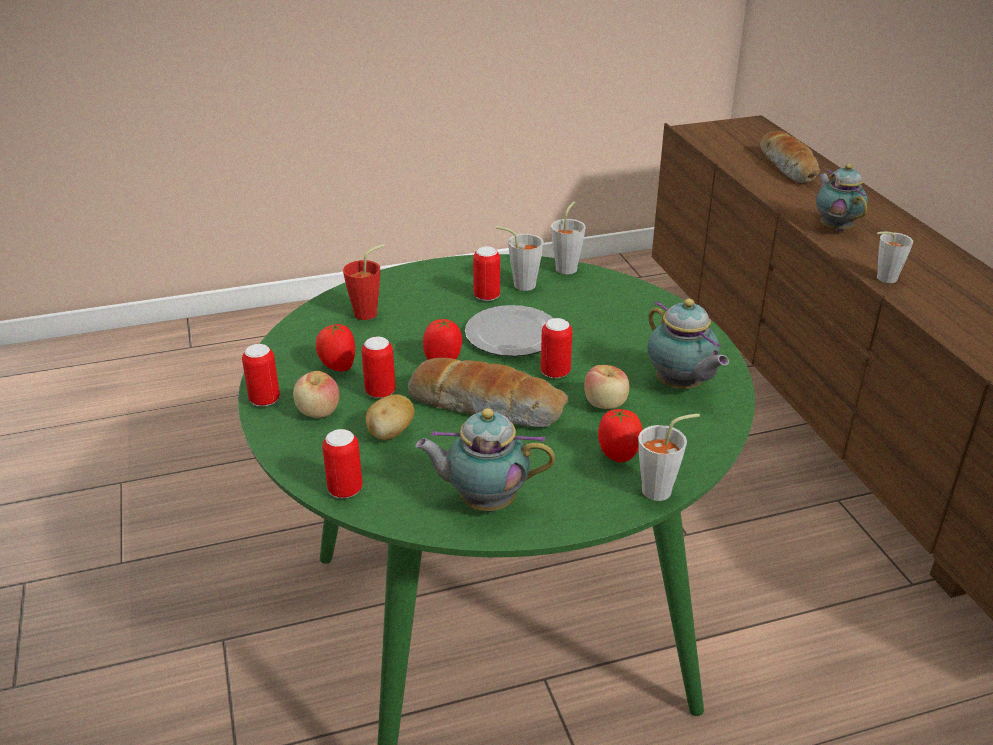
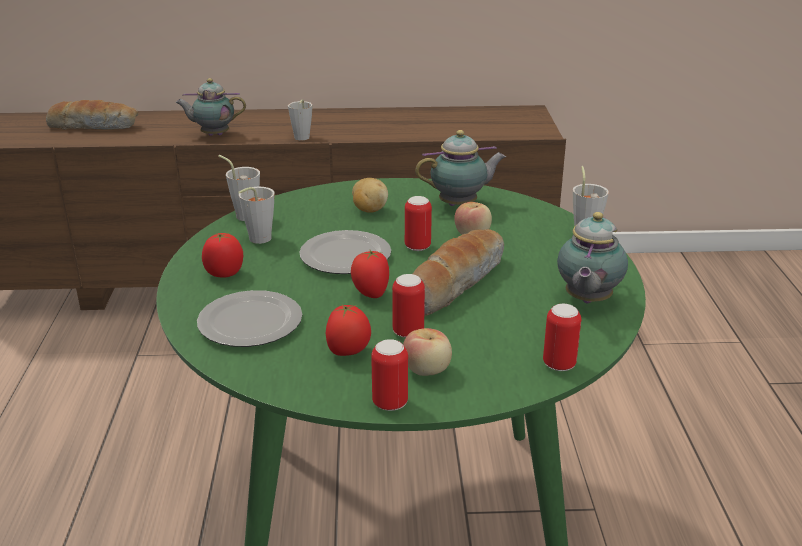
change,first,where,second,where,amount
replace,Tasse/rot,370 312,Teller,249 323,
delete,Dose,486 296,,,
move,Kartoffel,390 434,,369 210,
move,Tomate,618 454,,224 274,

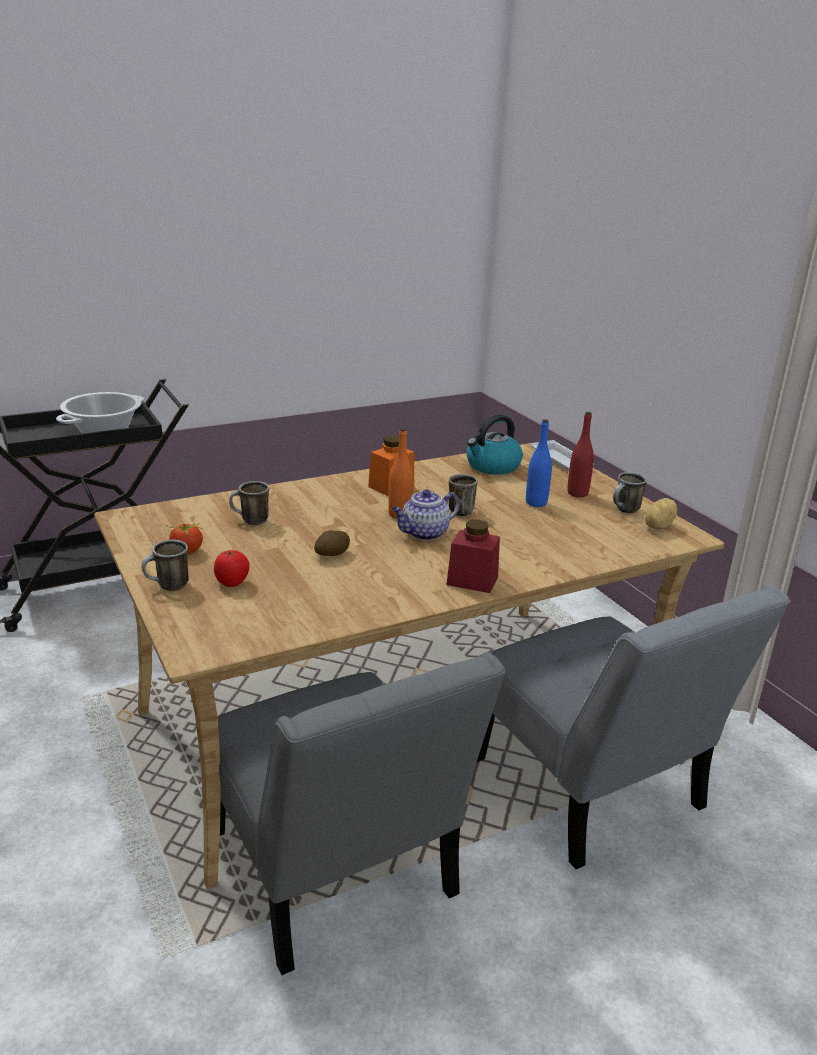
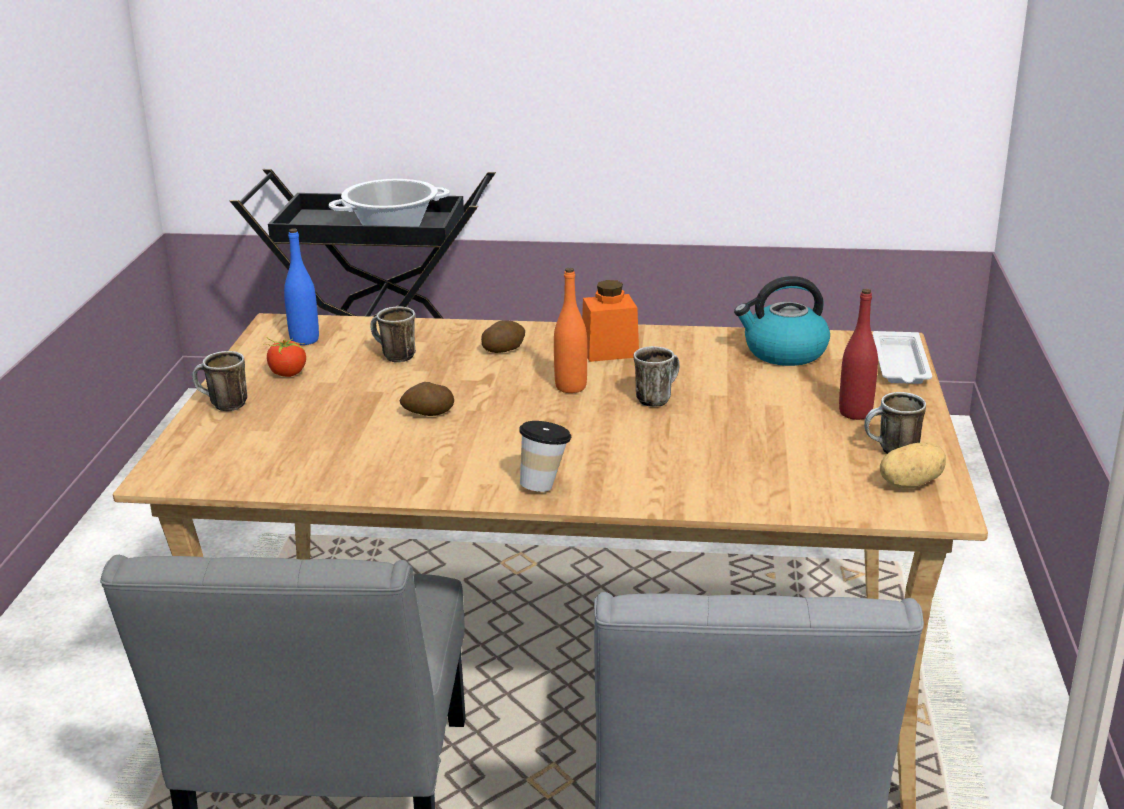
change,first,where,second,where,amount
move,Flasche/blau,536 503,,304 340,
delete,Teekanne,424 533,,,
replace,Vorratsglas/rot,472 580,Tasse,545 484,
delete,Tomate,232 583,,,
insert,,,Kartoffel,503 349,

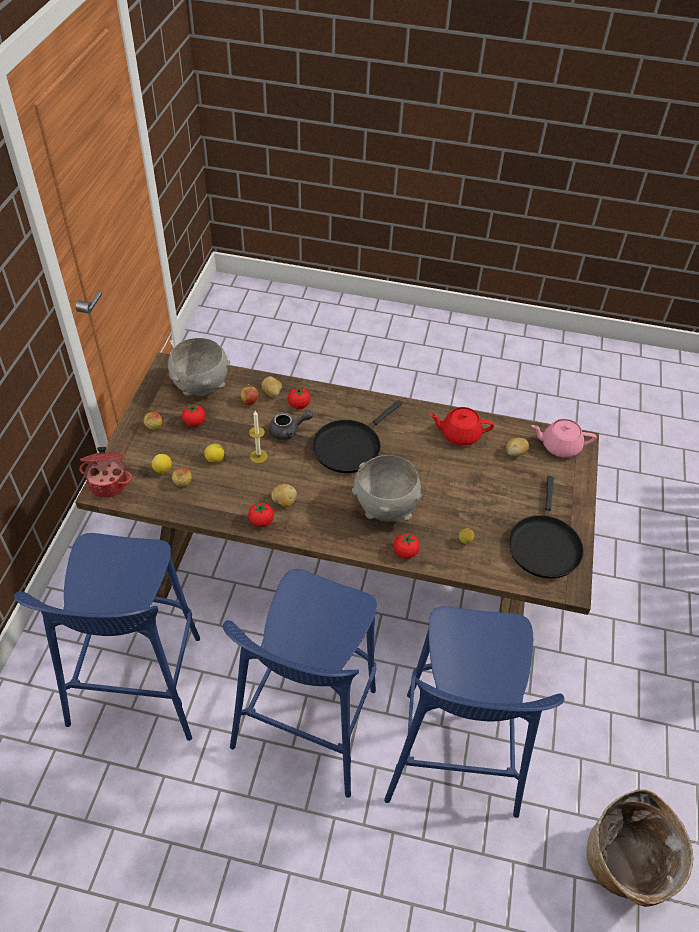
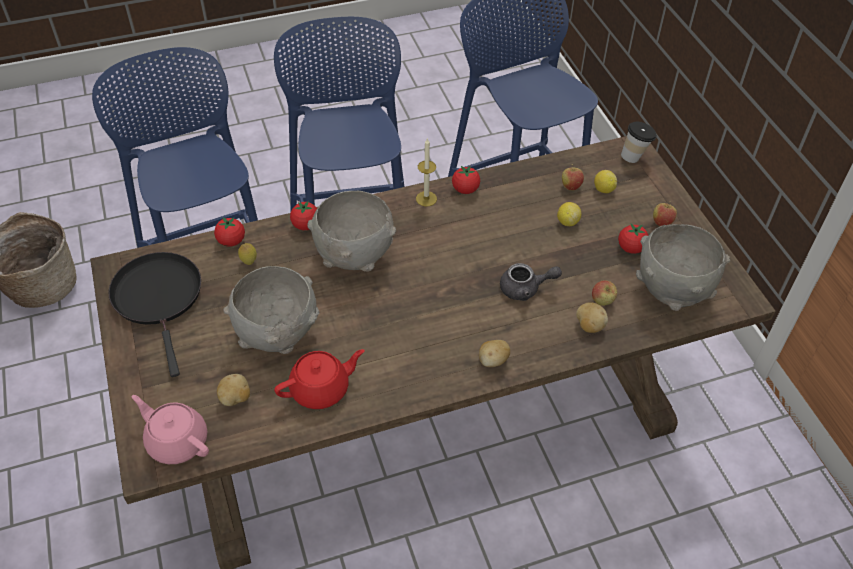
change,first,where,second,where,amount
move,Tomate,299 405,,231 241,
delete,Pfanne/schwarz,349 446,,,
rotate,Teekanne/grau,288 431,,525 289,135 degrees counterclockwise
move,Kerze,258 456,,426 199,
rotate,Teekanne/rosa,559 446,,177 441,120 degrees counterclockwise
replace,Kochtopf,109 483,Tasse,635 157,
move,Kartoffel,284 502,,493 361,
insert,,,Schüssel/grau,278 335,

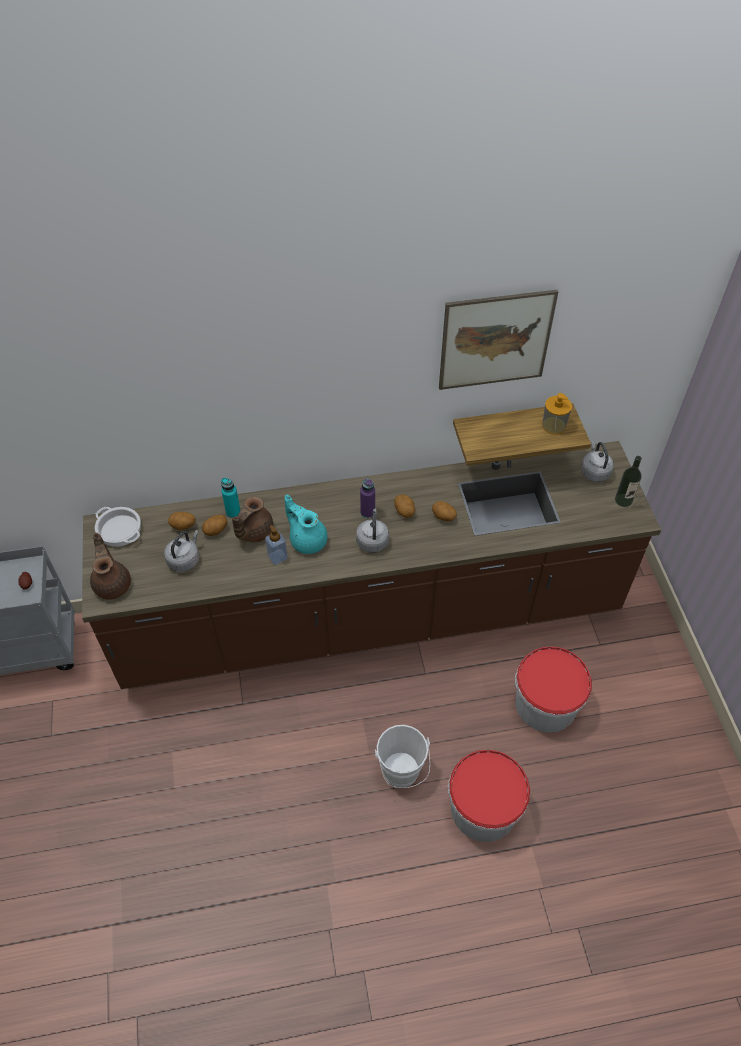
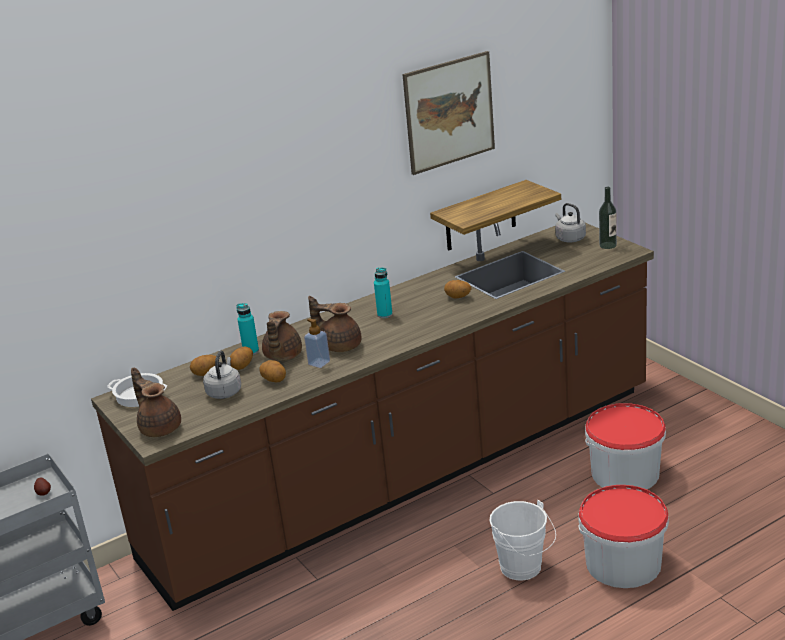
change,first,where,second,where,amount
delete,Seifenspender,553 426,,,
recolor,Flasche/lila,367 512,Flasche/türkis,384 314,
move,Kartoffel,404 511,,274 380,
recolor,Teekanne/türkis,307 540,Teekanne/braun,340 345,
delete,Wasserkessel/grau,372 540,,,

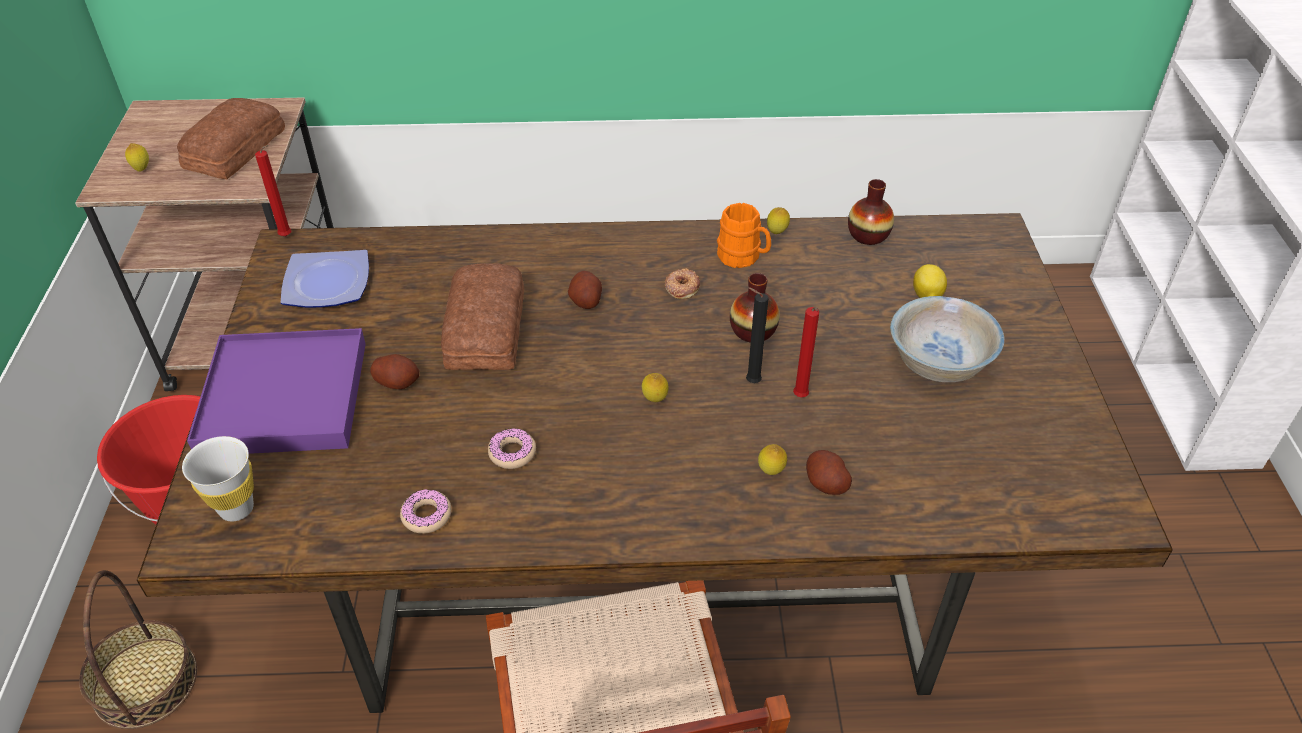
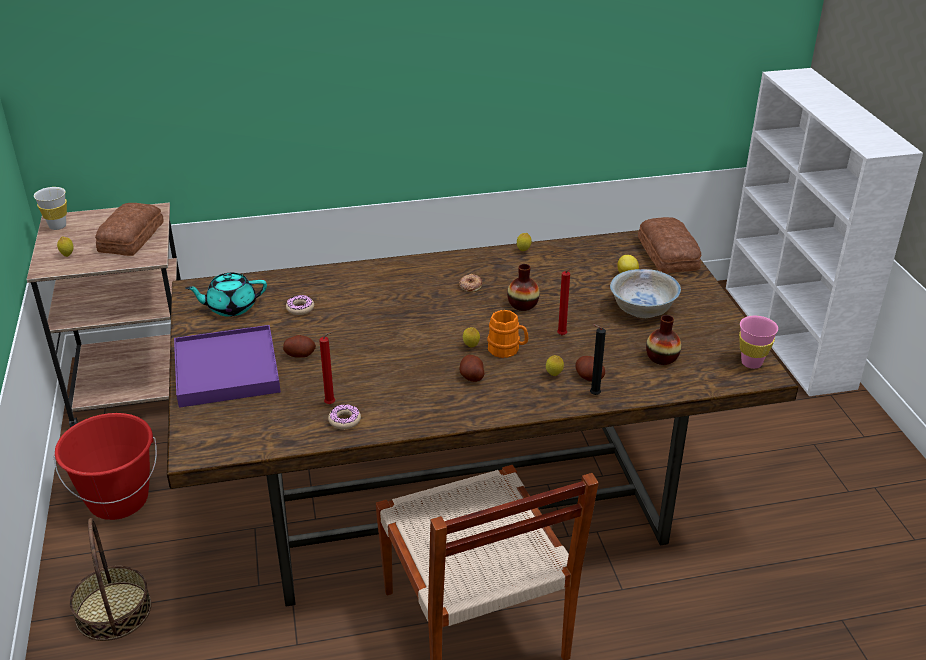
change,first,where,second,where,amount
move,Kerze/rot,288 236,,332 404,
move,Vase,868 235,,662 357,
move,Henkelbecher/orange,743 257,,507 350,
replace,Teller,325 285,Teekanne/türkis,230 307,
move,Brot,488 328,,669 253,
move,Kartoffel,585 300,,472 376,
move,Kerze/schwarz,750 382,,593 395,
move,Donut,512 453,,300 308,
move,Tasse/weiß,236 508,,57 226,
insert,,,Tasse/rosa,751 363,

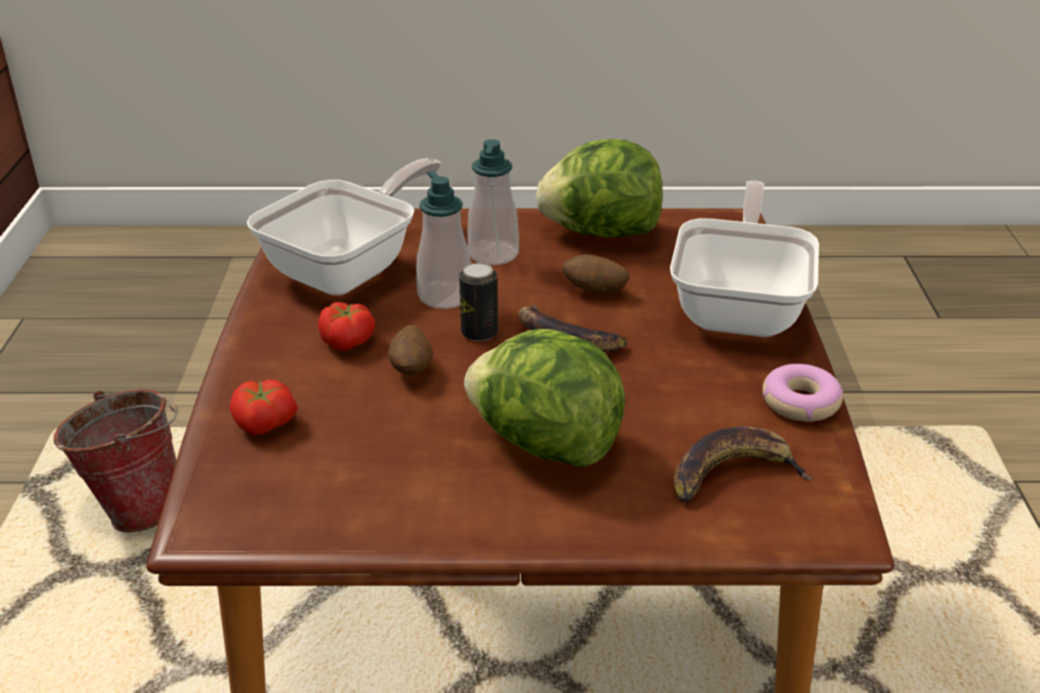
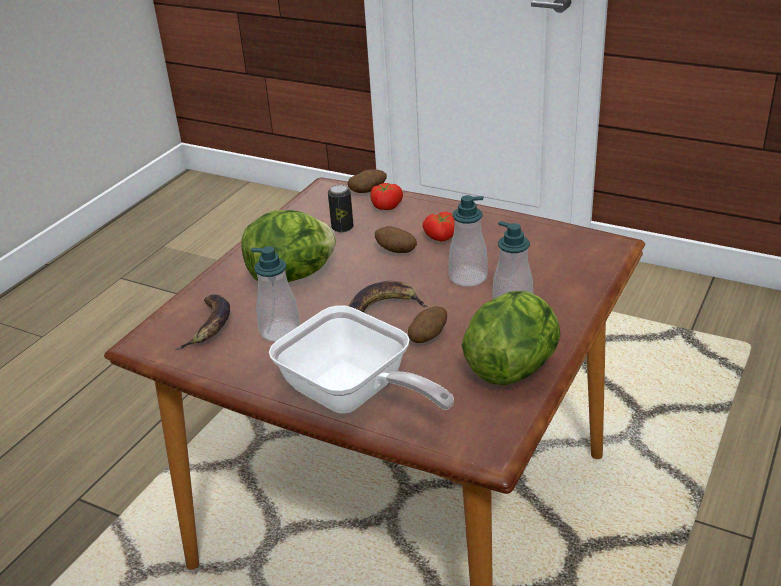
change,first,where,second,where,amount
delete,Pfanne,351 268,,,
move,Dose,479 333,,342 227,
delete,Donut,800 402,,,
delete,Eimer,138 506,,,
insert,,,Kartoffel,368 191,
insert,,,Seifenspender,280 331,

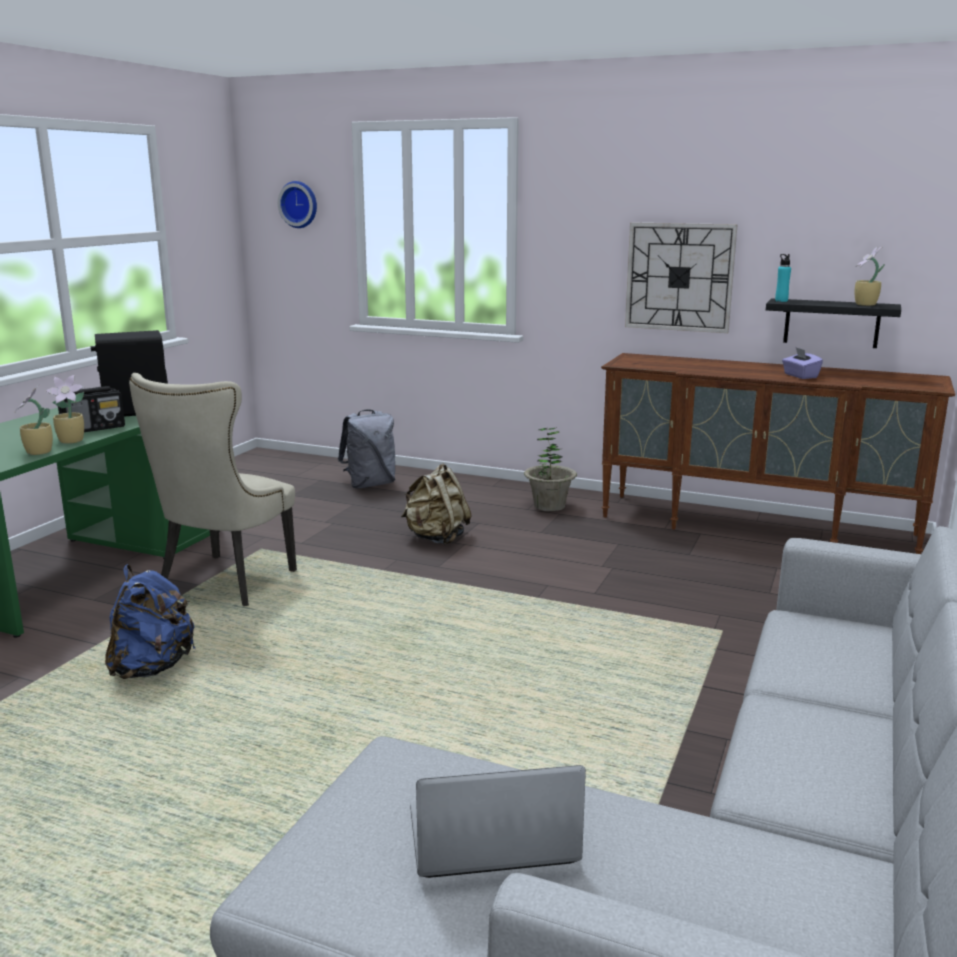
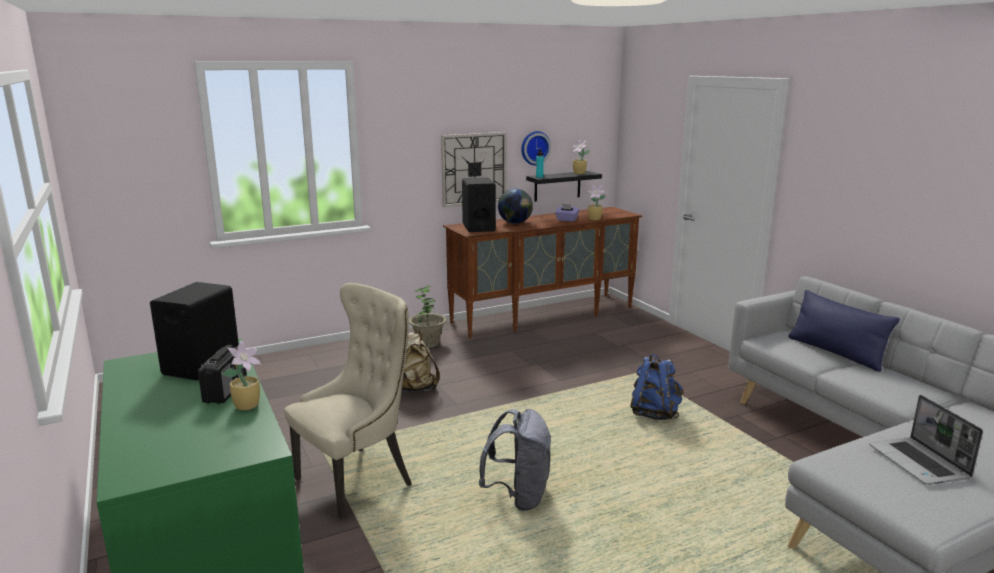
change,first,where,second,where,amount
move,Wanduhr,299 204,,534 148,
rotate,Stuhl/beige,226 582,,356 480,105 degrees counterclockwise
move,Topfpflanze,38 452,,595 219,
move,Rucksack/grau,370 484,,518 497,
move,Rucksack/blau,152 667,,654 414,
rotate,Laptop,490 839,,919 463,45 degrees counterclockwise
insert,,,Lautsprecher/schwarz,478 227,
insert,,,Globus,515 223,
insert,,,Kissen/blau,835 352,

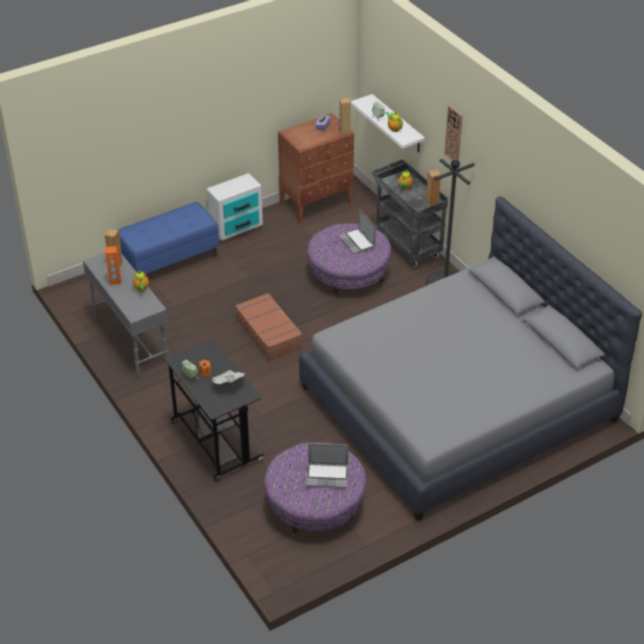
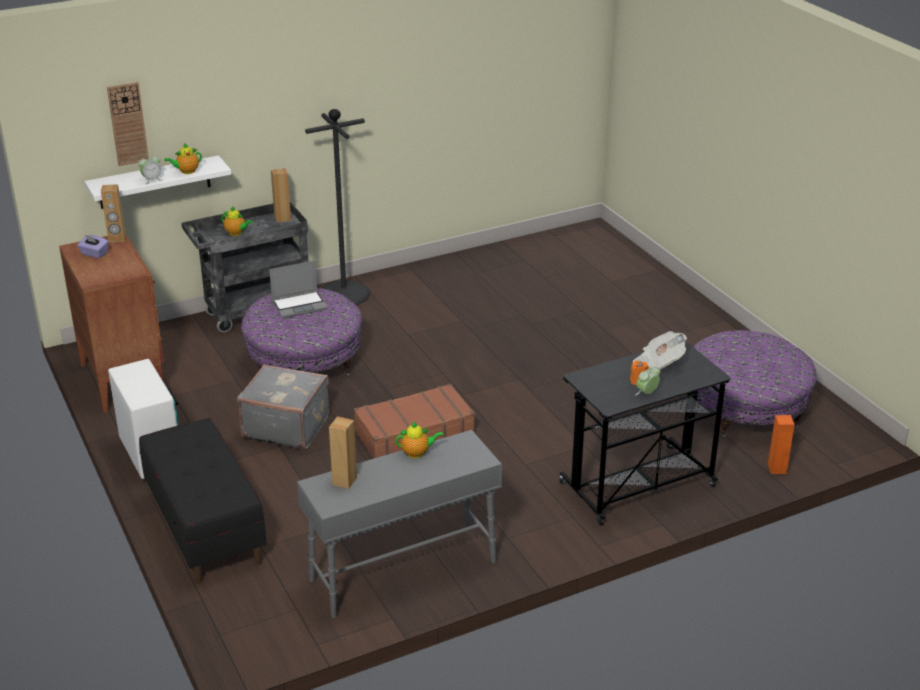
change,first,where,second,where,amount
move,Wanduhr,454 135,,128 124,
delete,Bett/grau,458 403,,,
recolor,Bank/blau,170 260,Bank/schwarz,205 528,
move,Lautsprecher/orange,115 281,,777 468,
delete,Laptop,328 476,,,
insert,,,Koffer/grau,286 426,

